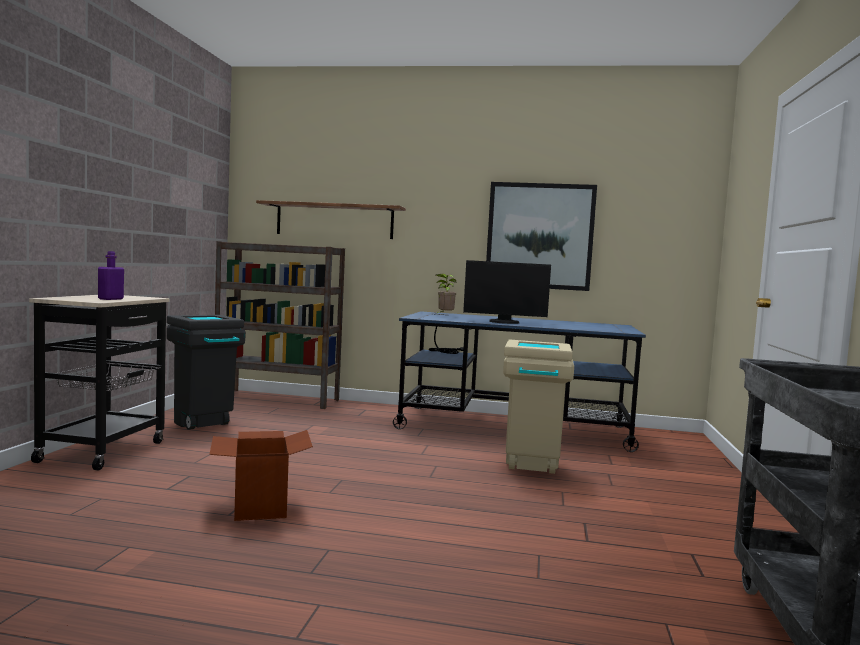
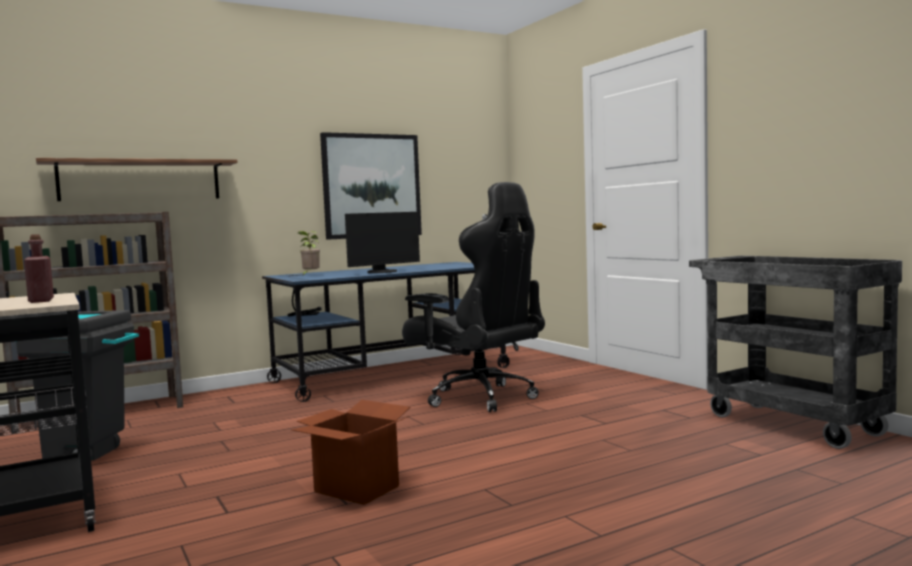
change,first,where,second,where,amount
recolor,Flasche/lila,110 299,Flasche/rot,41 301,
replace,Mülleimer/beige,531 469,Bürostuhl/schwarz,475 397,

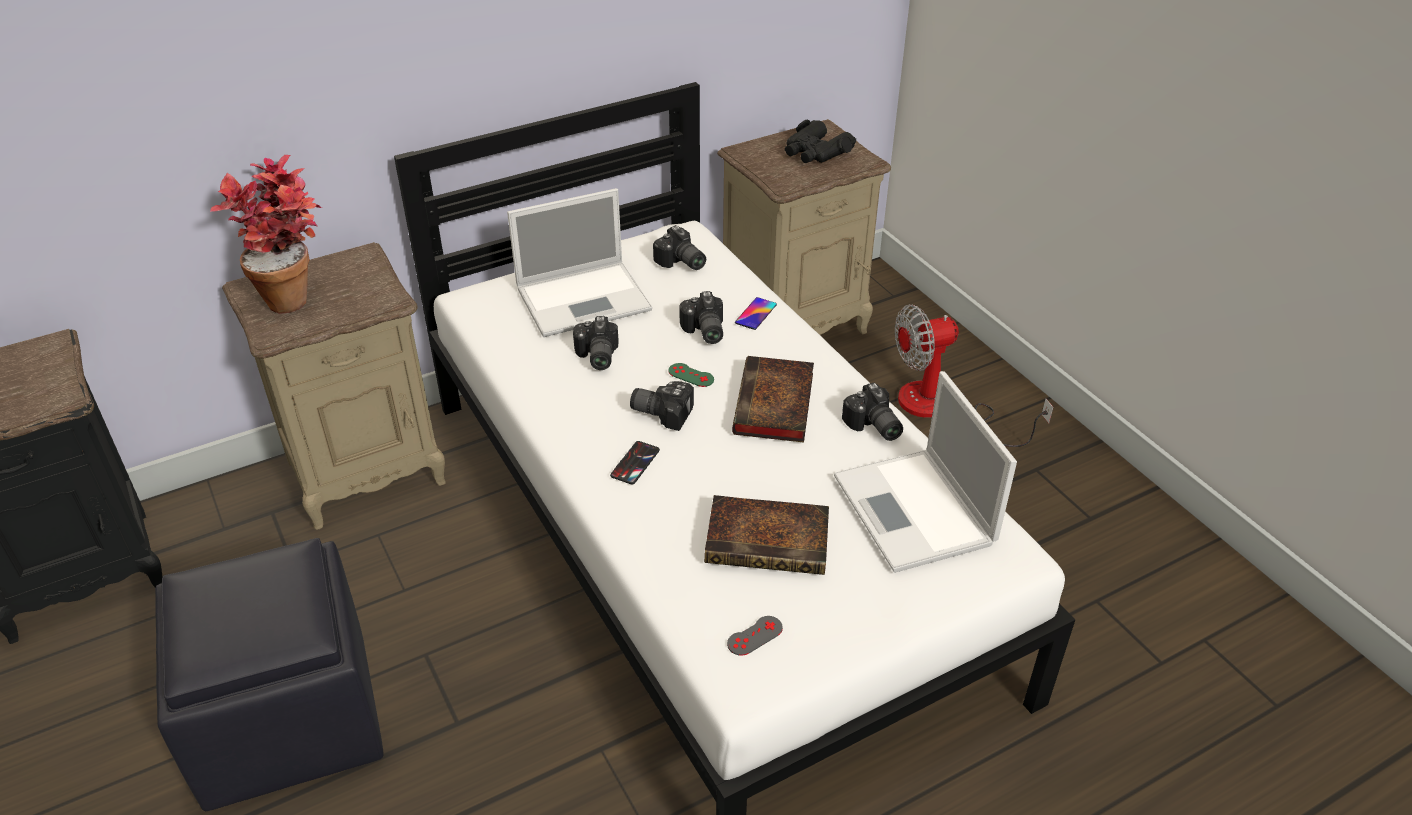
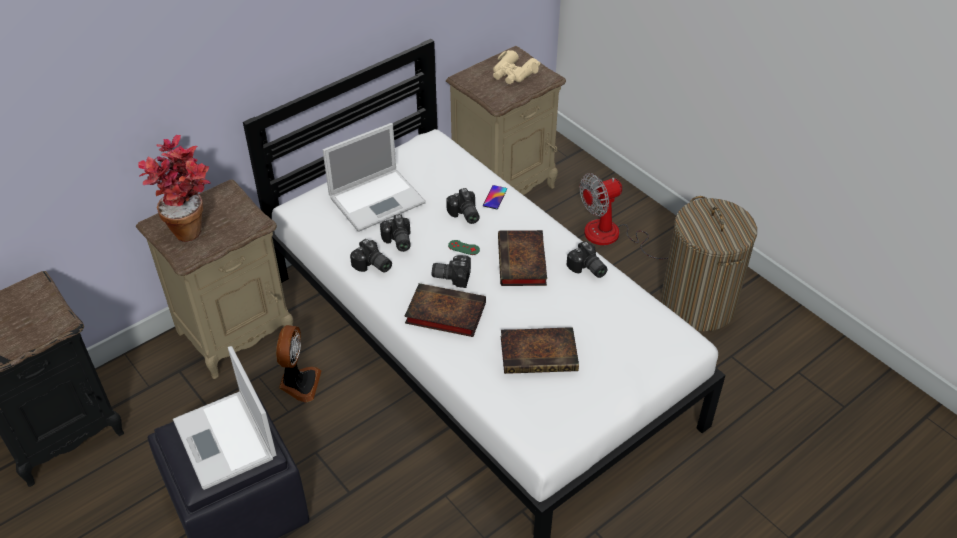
change,first,where,second,where,amount
recolor,Fernglas/schwarz,815 152,Fernglas/beige,513 74,
move,Kamera,680 263,,372 266,
move,Laptop,915 512,,226 440,
replace,Handy,635 463,Buch,443 313,
delete,Gamepad/grau,755 636,,,
insert,,,Wäschekorb,698 304,
insert,,,Ventilator,299 383,

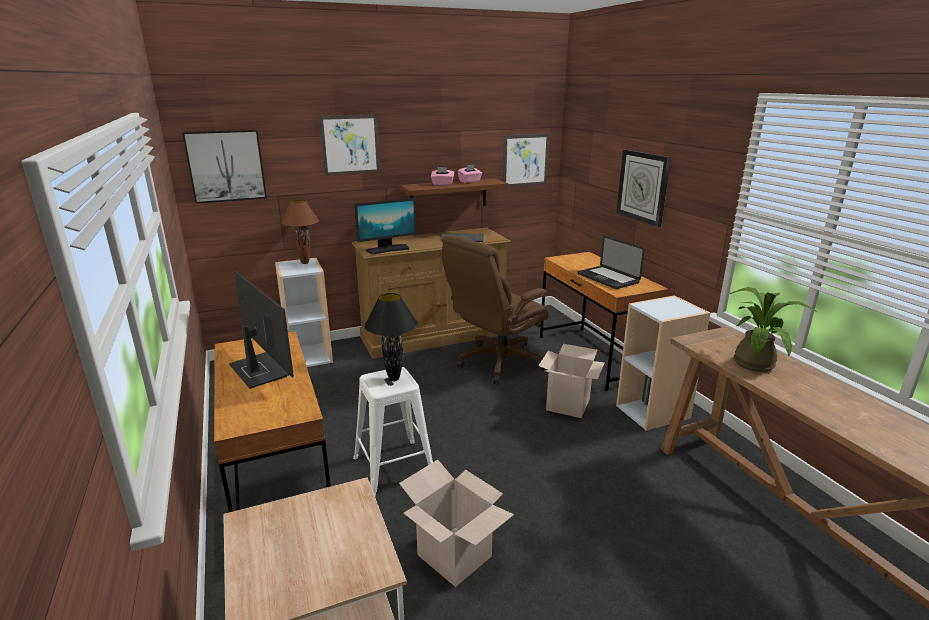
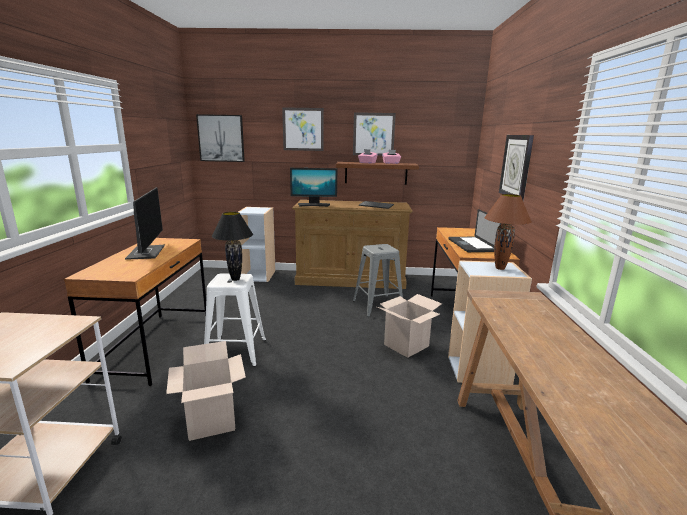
change,first,where,second,where,amount
move,Bild,525 160,,373 134,
move,Tischlampe/braun,305 263,,500 268,
replace,Bürostuhl/braun,496 364,Hocker/grau,377 305,
delete,Topfpflanze,755 362,,,

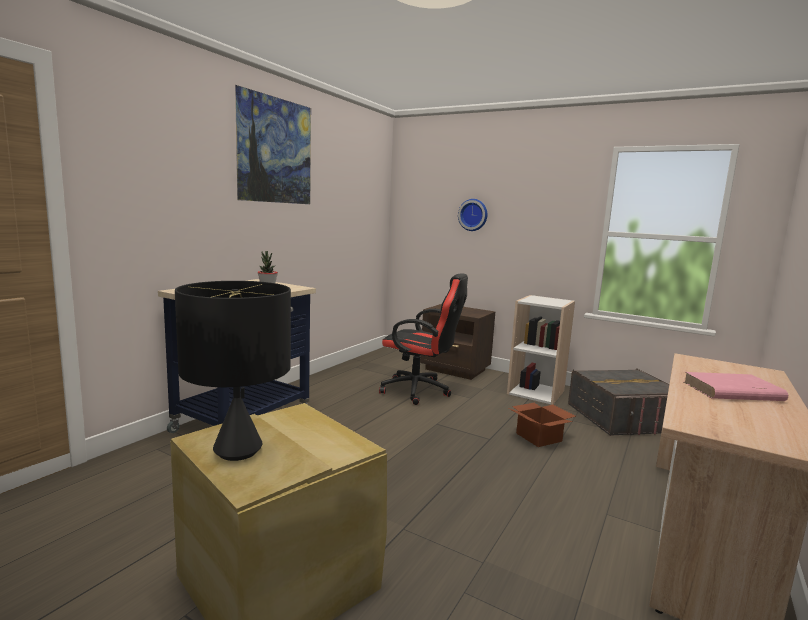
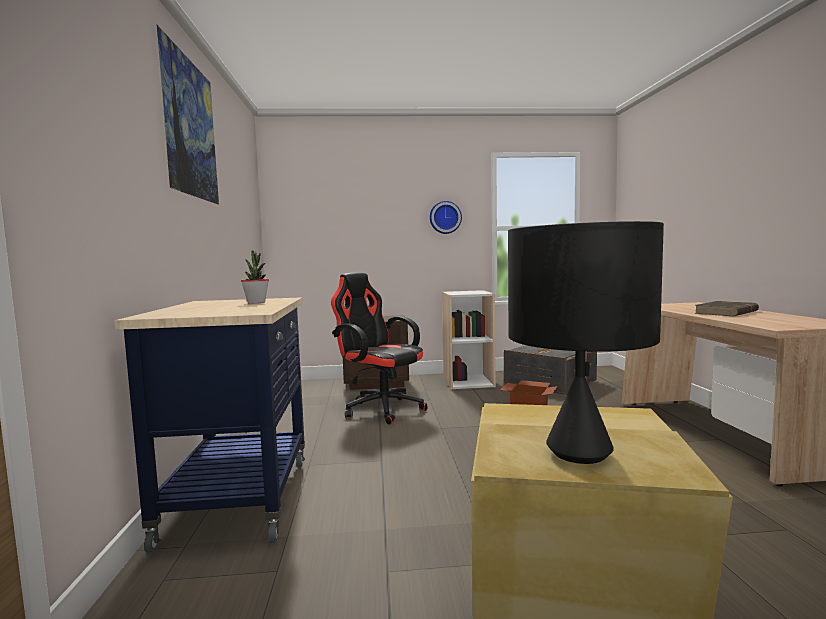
change,first,where,second,where,amount
move,Wanduhr,473 215,,445 217,
rotate,Bürostuhl/schwarz,420 392,,380 408,120 degrees counterclockwise
recolor,Buch/rosa,731 392,Buch/braun,726 312,

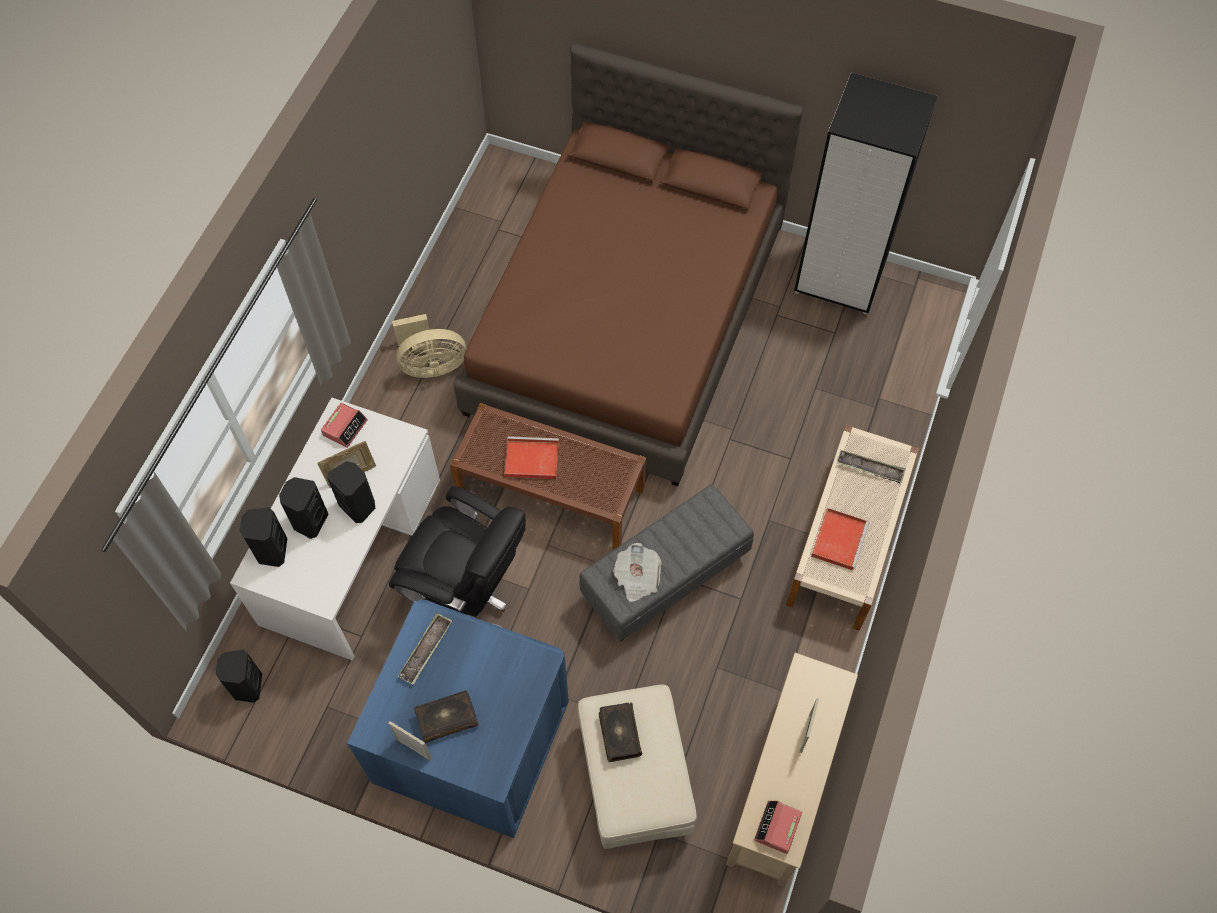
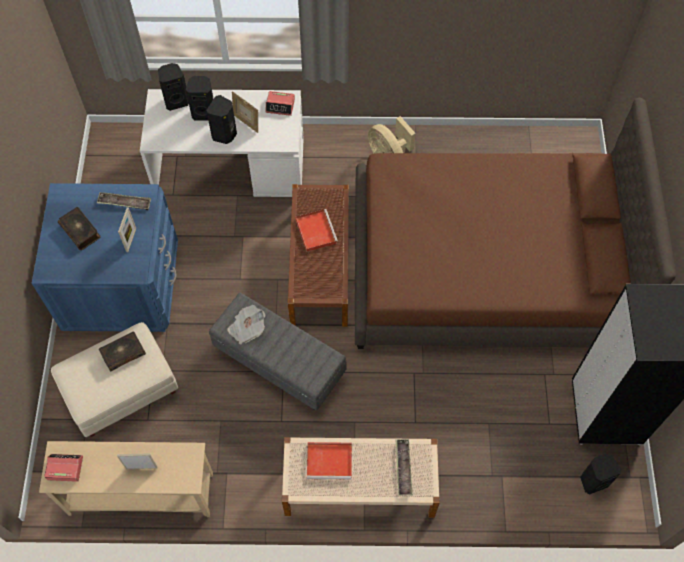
change,first,where,second,where,amount
delete,Bürostuhl/schwarz,467 592,,,
move,Lautsprecher/schwarz,247 686,,593 480,
move,Bilderrahmen,414 749,,131 240,

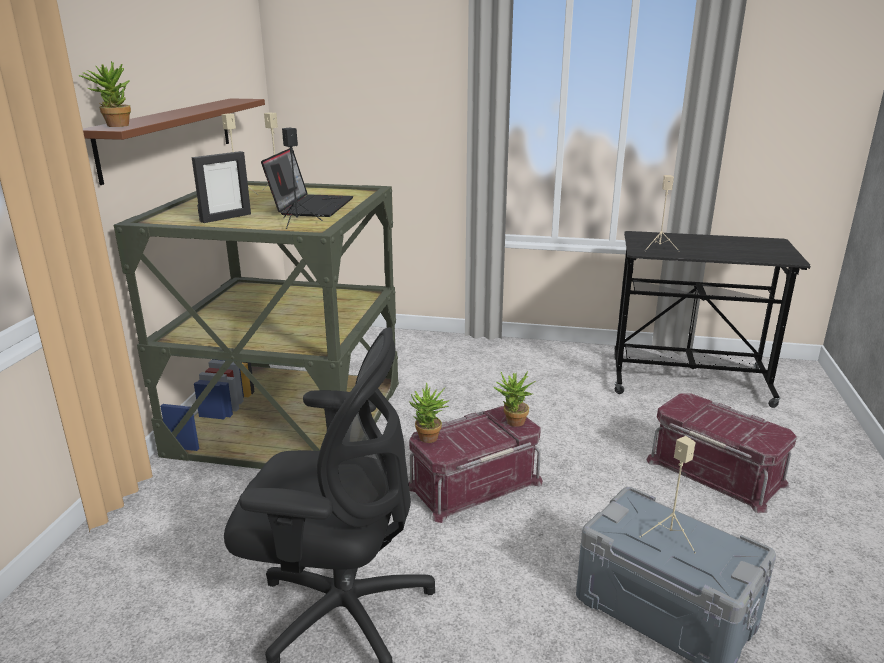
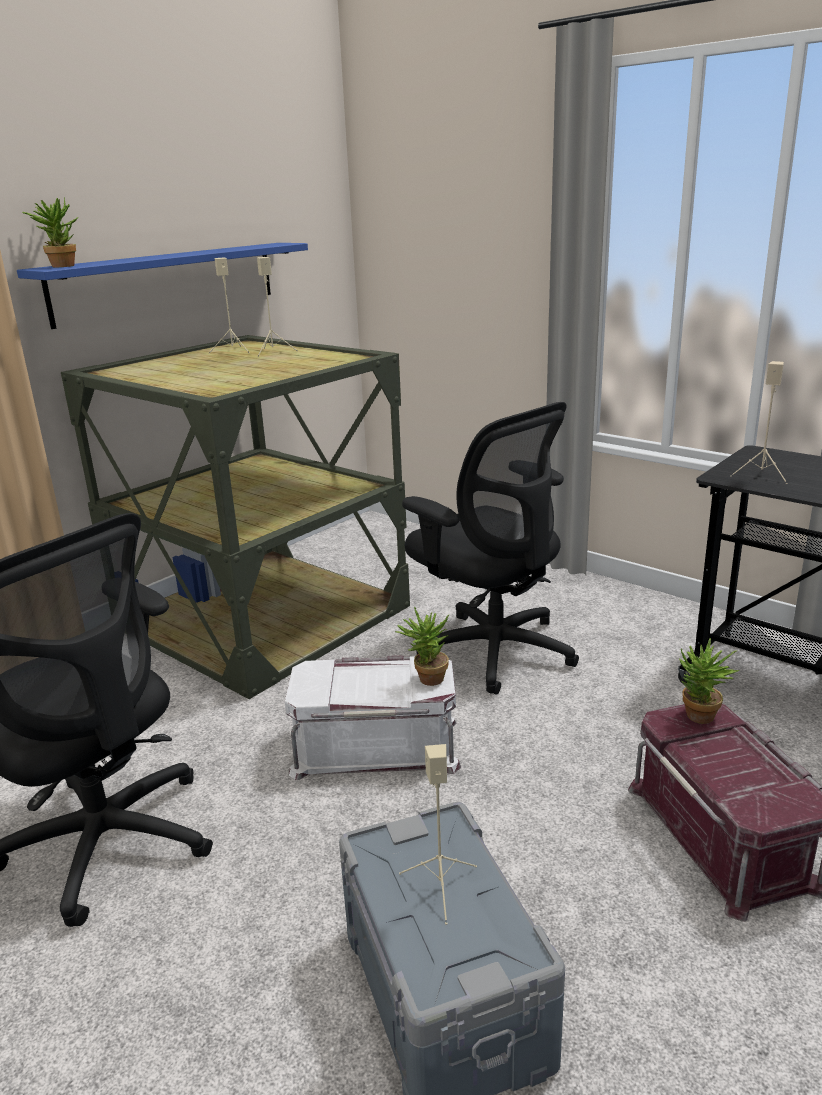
change,first,where,second,where,amount
recolor,Wandregal/braun,169 136,Wandregal/blau,167 282,
delete,Lautsprecher/schwarz,298 222,,,
delete,Laptop,311 206,,,
delete,Bilderrahmen,225 217,,,
move,Topfpflanze,428 440,,699 719,
recolor,Aufbewahrungsbox/rot,474 483,Aufbewahrungsbox/weiß,376 745,
insert,,,Bürostuhl/schwarz,487 648,

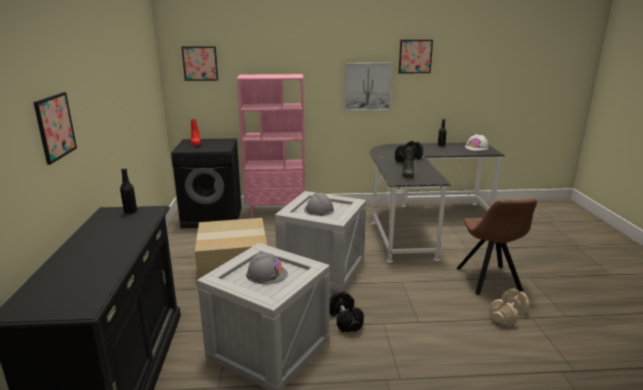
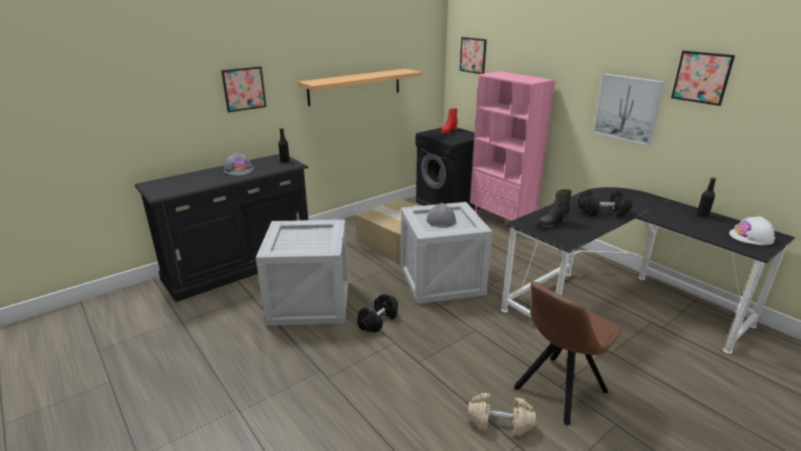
change,first,where,second,where,amount
move,Schutzhelm/grau,266 274,,239 170,
insert,,,Wandregal,355 86,

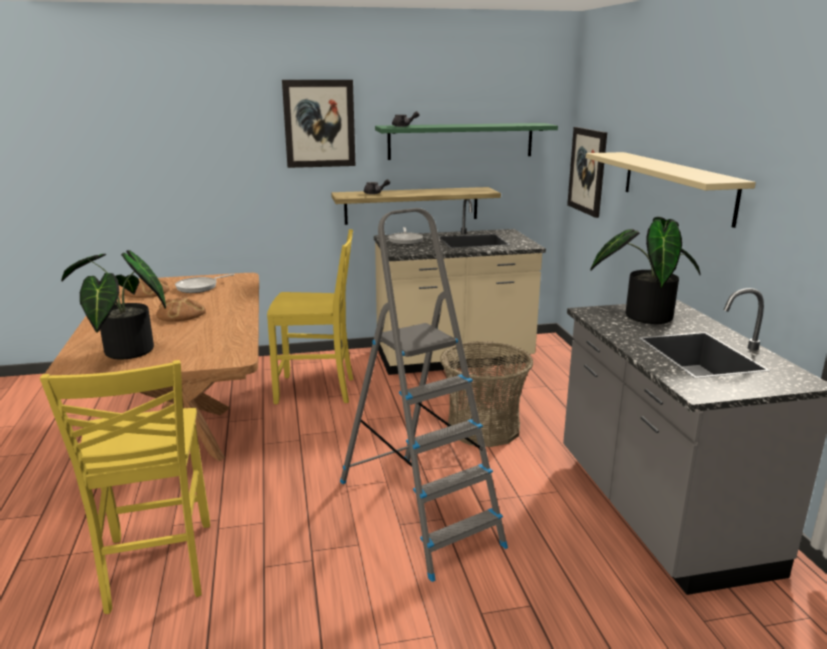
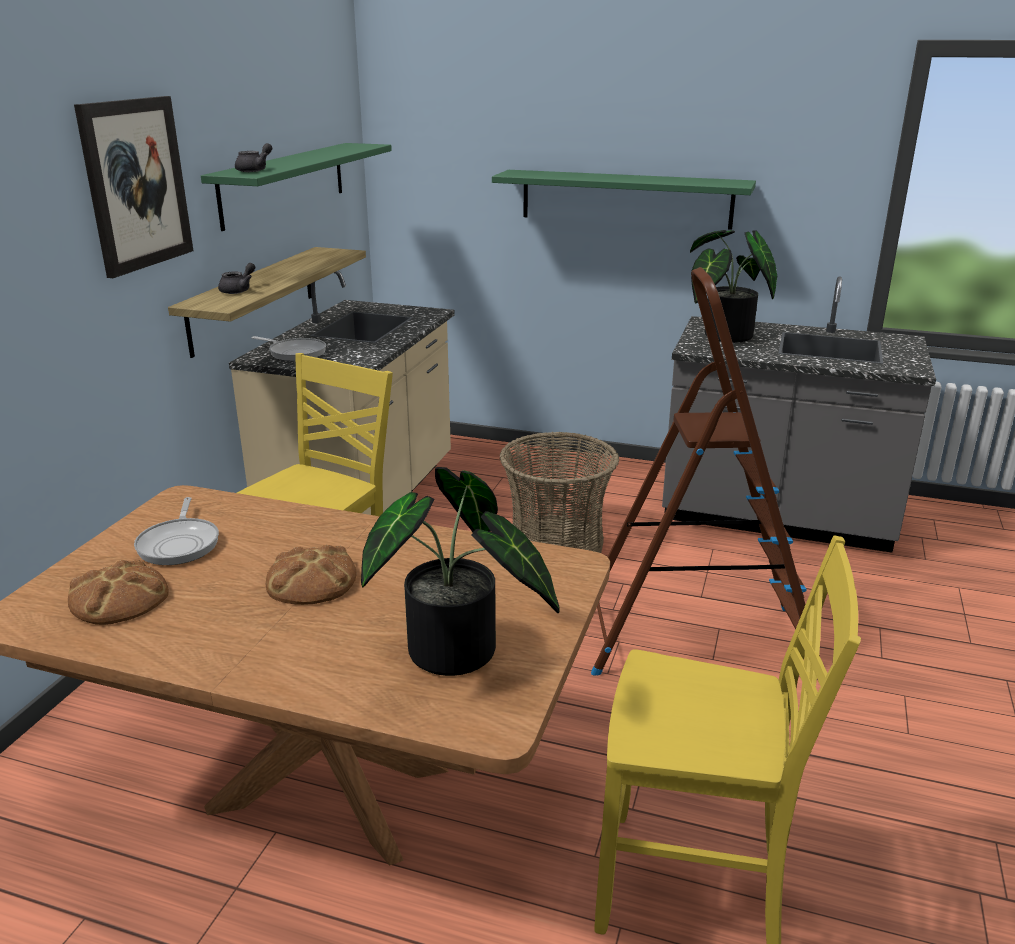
change,first,where,second,where,amount
delete,Bild,587 171,,,
recolor,Wandregal/beige,676 186,Wandregal/grün,625 199,
recolor,Trittleiter/grau,418 512,Trittleiter/braun,697 639,

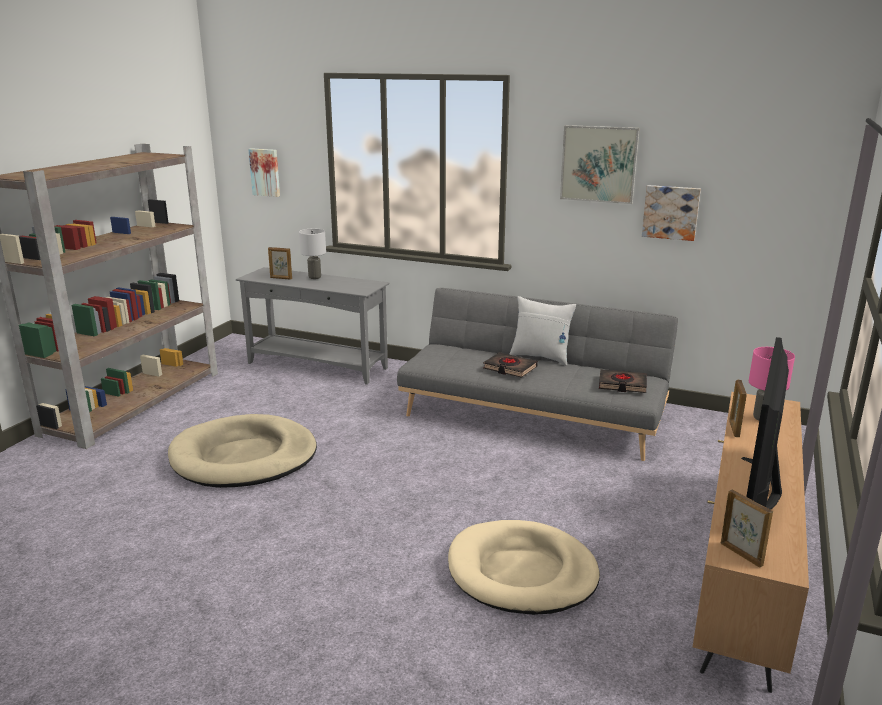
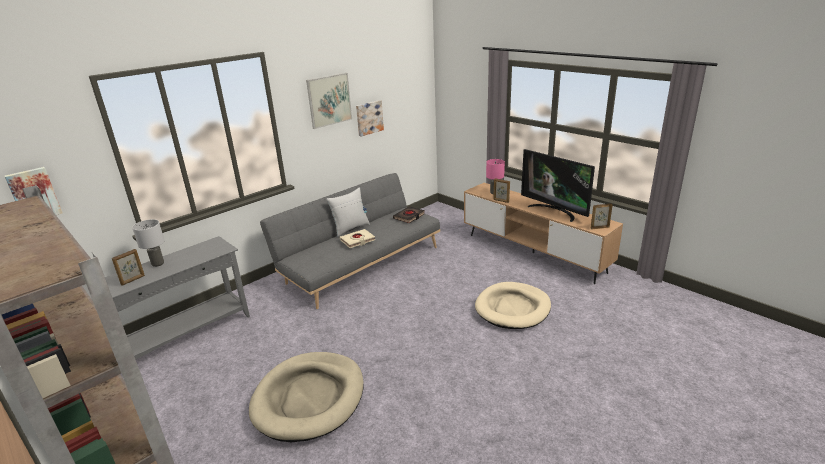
change,first,where,second,where,amount
recolor,Buch/schwarz,510 368,Buch/beige,357 240,

